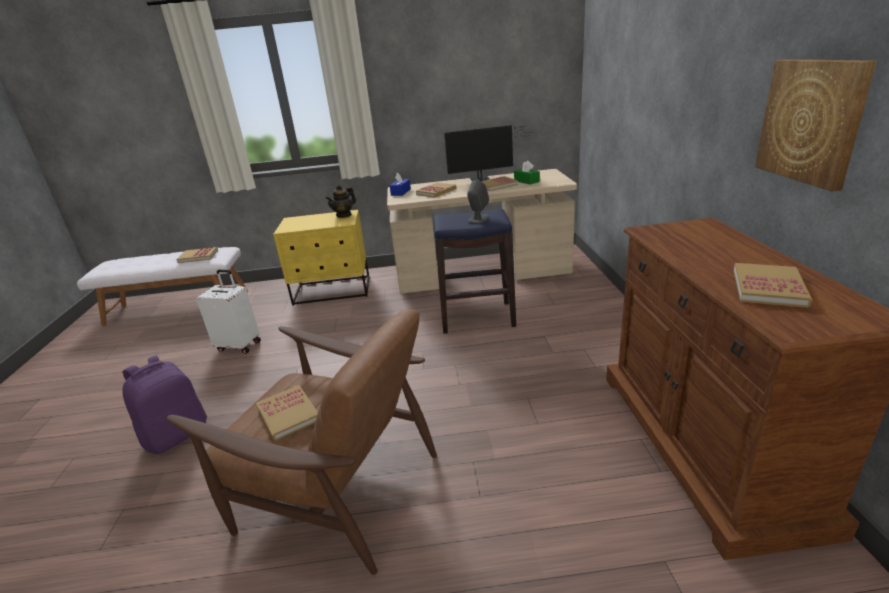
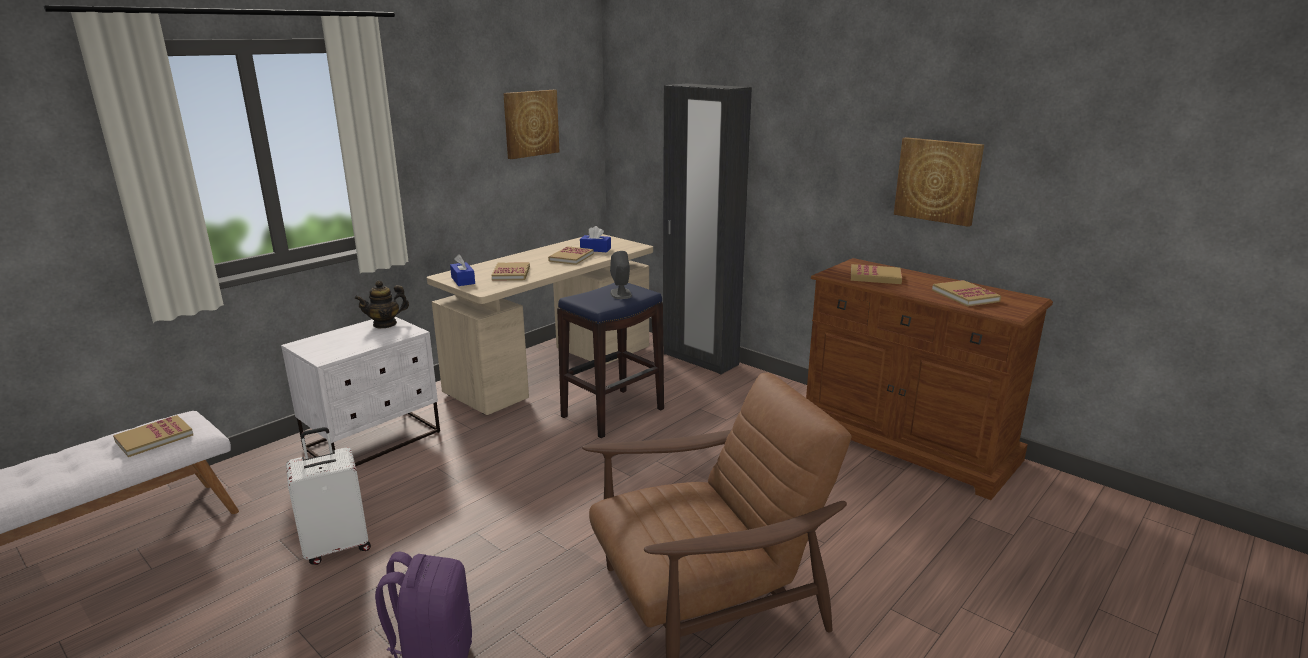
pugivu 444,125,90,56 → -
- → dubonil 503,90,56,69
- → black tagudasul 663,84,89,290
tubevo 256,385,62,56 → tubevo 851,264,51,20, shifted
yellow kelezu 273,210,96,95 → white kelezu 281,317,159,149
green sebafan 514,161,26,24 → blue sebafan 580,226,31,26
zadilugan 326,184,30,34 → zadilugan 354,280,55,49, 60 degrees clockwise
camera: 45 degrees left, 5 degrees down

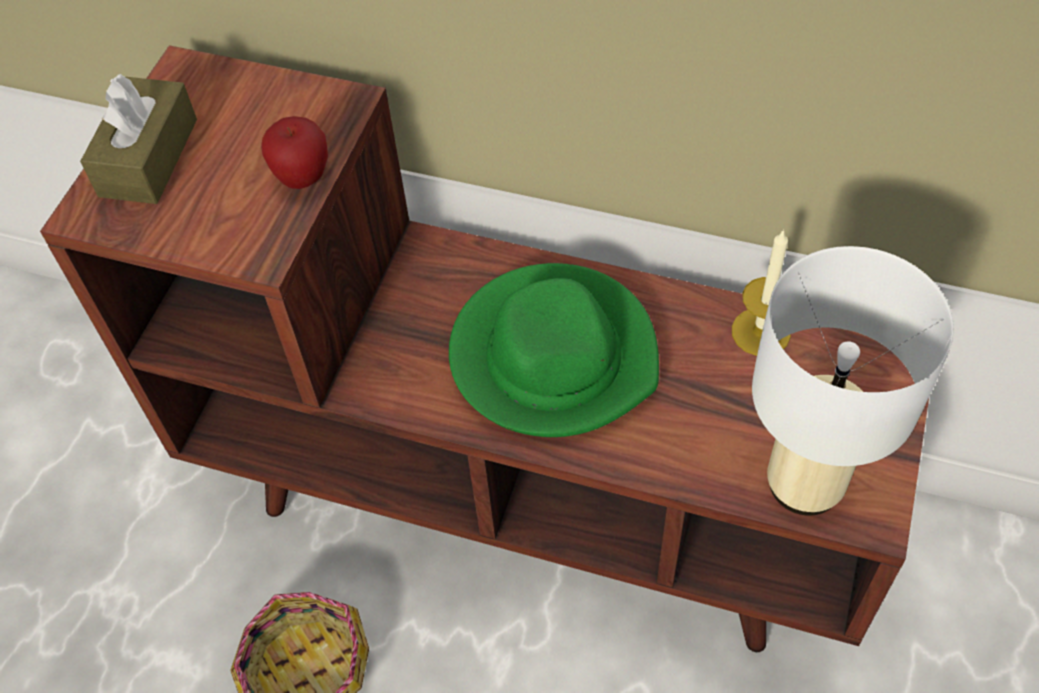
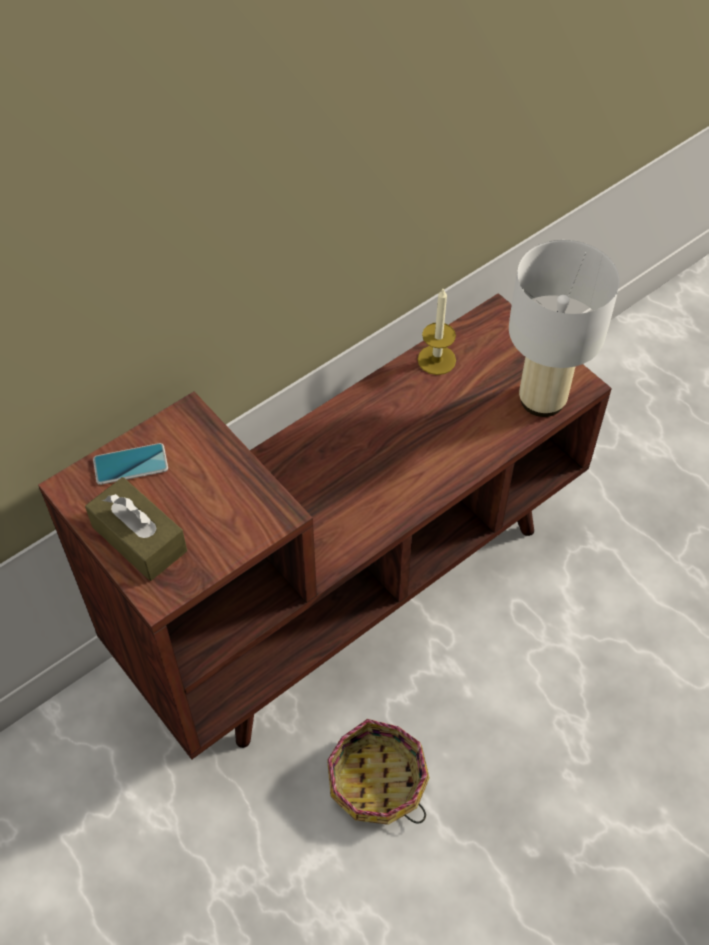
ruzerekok 261,116,67,73 → -
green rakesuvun 449,263,210,174 → -
- → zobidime 93,443,75,42
camera: 60 degrees left, 0 degrees up

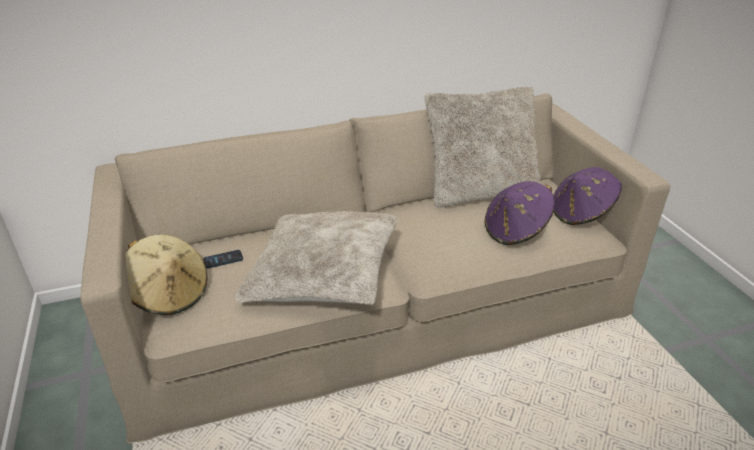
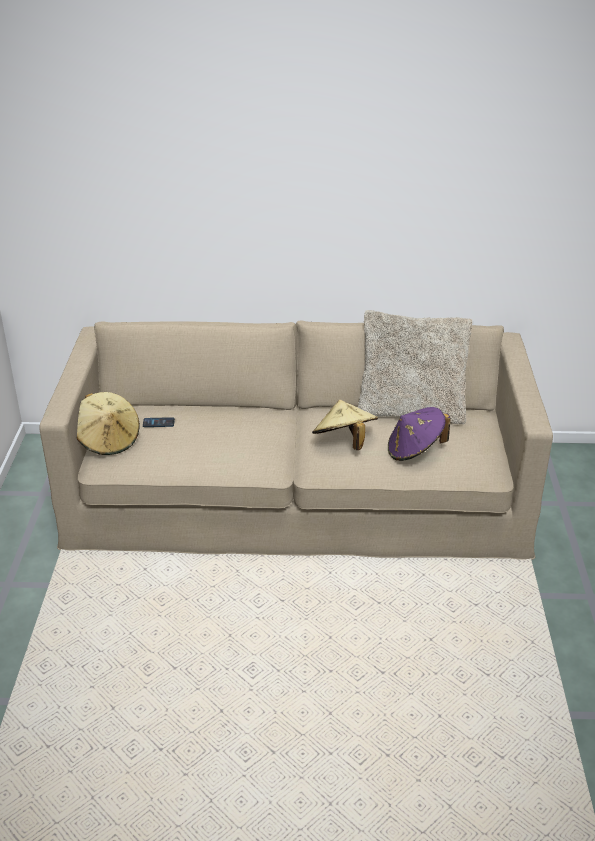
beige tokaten 235,211,164,94 → -
purple rakesuvun 553,167,69,58 → -
- → beige rakesuvun 312,400,66,50
camera: 20 degrees right, 0 degrees up

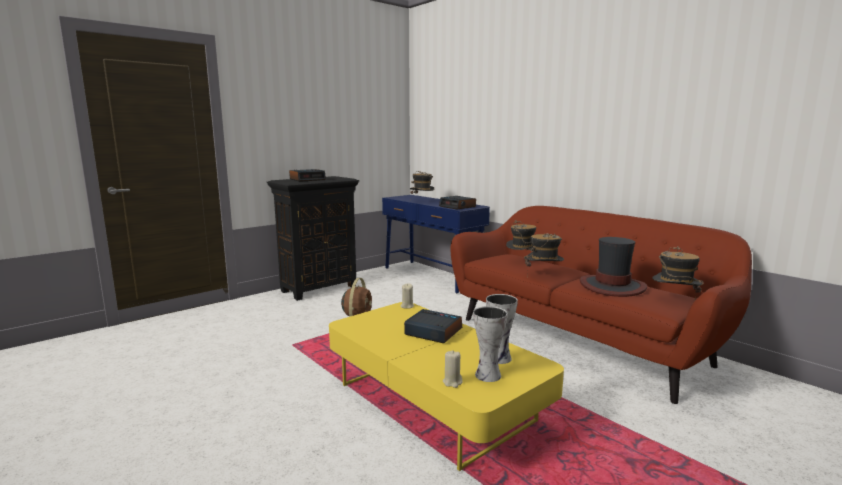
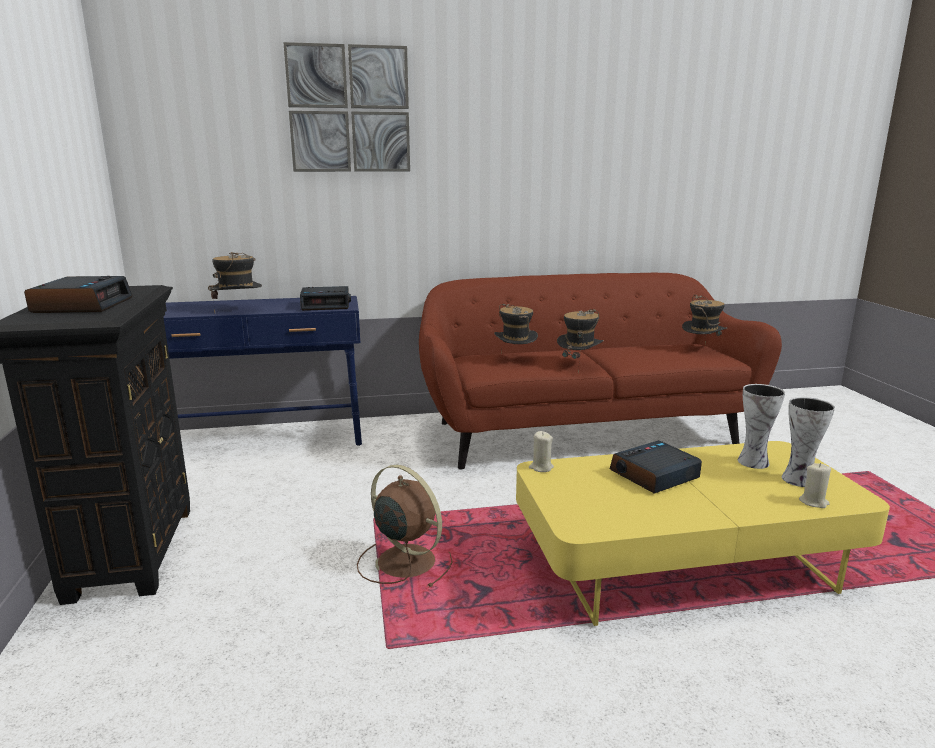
rakesuvun 580,237,67,60 → -
- → dubonil 283,42,127,130
camera: 60 degrees left, 5 degrees up

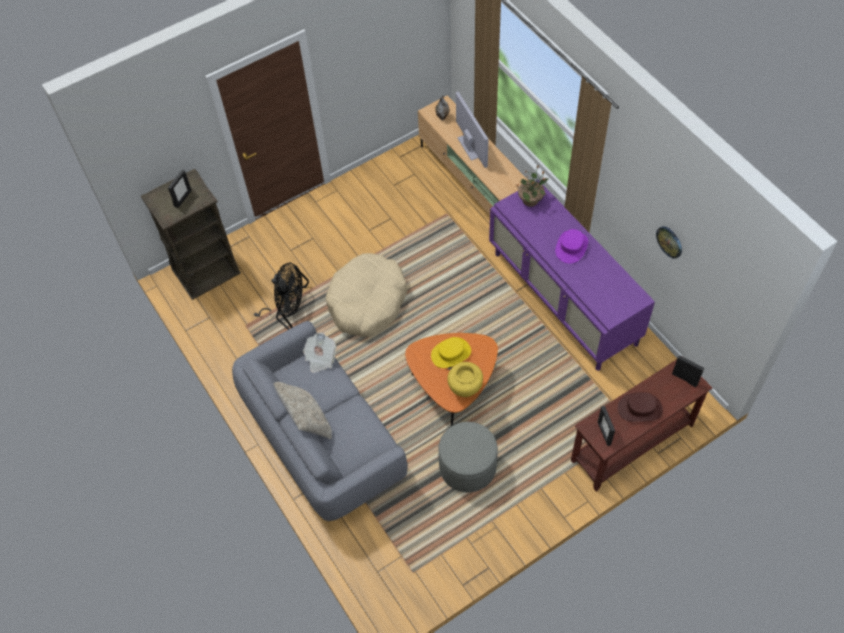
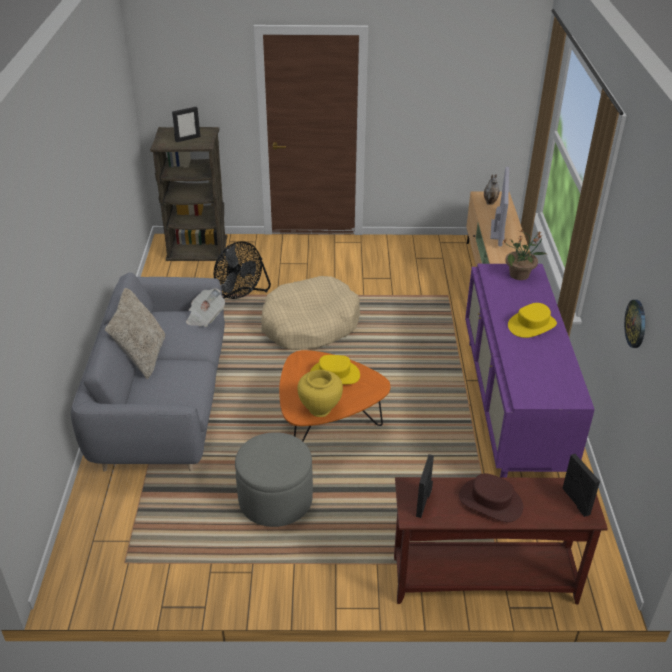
purple rakesuvun 555,229,33,35 → yellow rakesuvun 508,303,49,35
camera: 30 degrees right, 20 degrees down

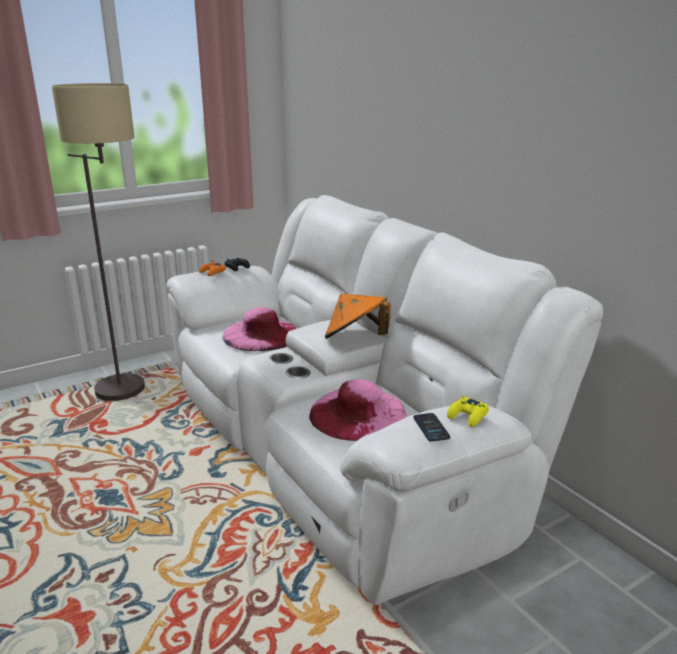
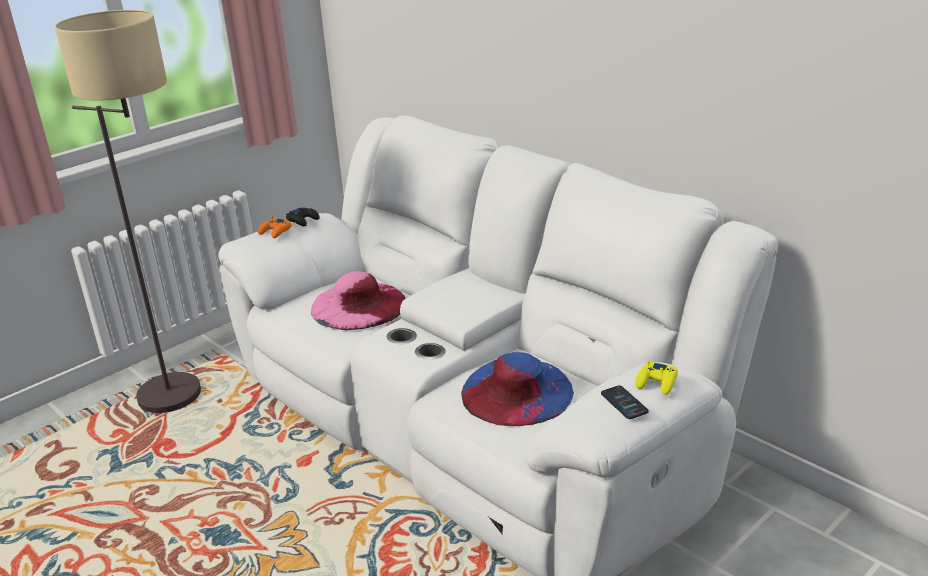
orange rakesuvun 325,293,66,46 → -
pink rakesuvun 309,379,98,62 → blue rakesuvun 462,352,112,74
camera: 10 degrees left, 5 degrees up

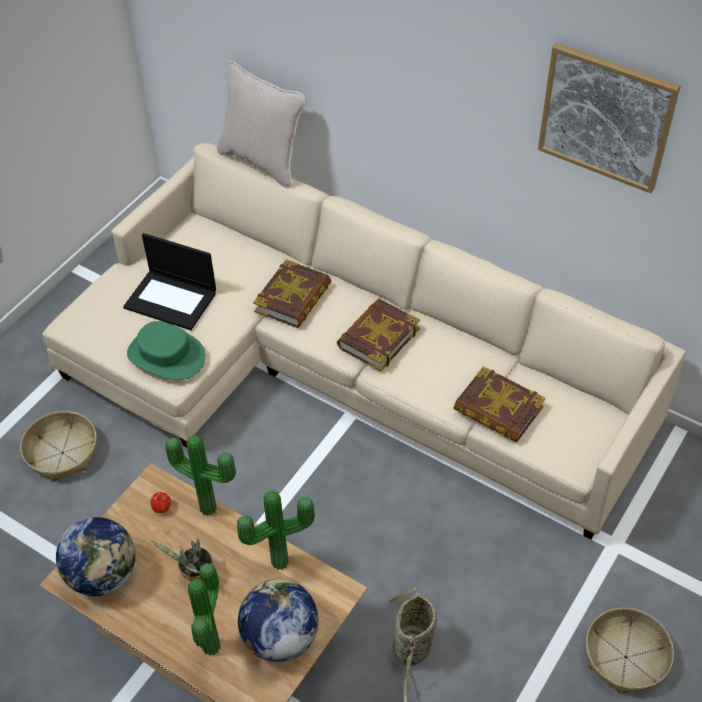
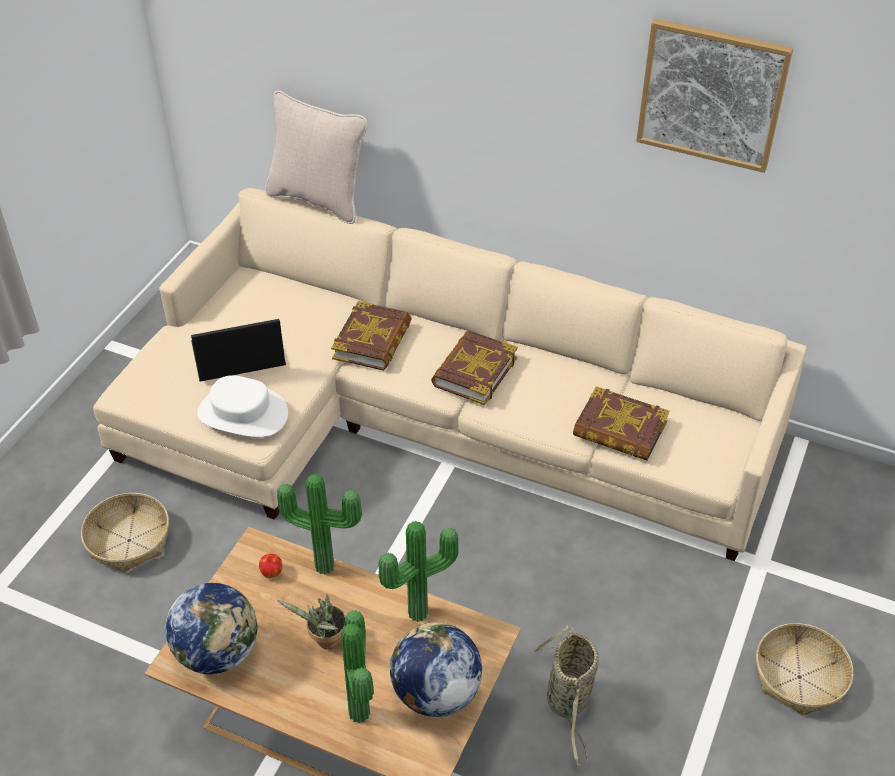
green rakesuvun 127,321,79,59 → white rakesuvun 197,375,91,62
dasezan 123,233,93,97 → dasezan 191,319,95,63, 150 degrees clockwise
camera: 10 degrees left, 5 degrees down

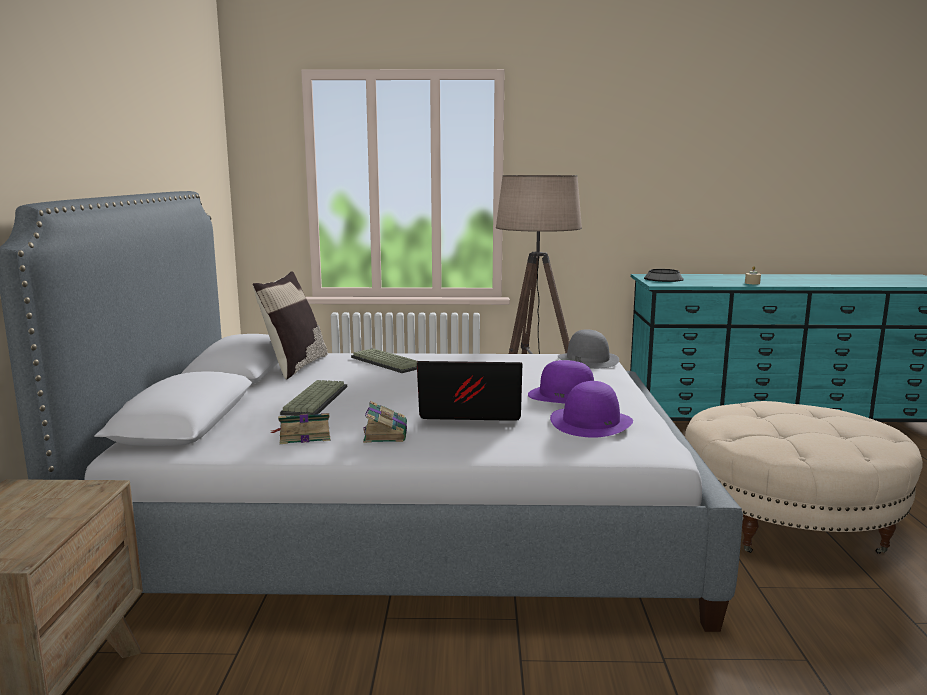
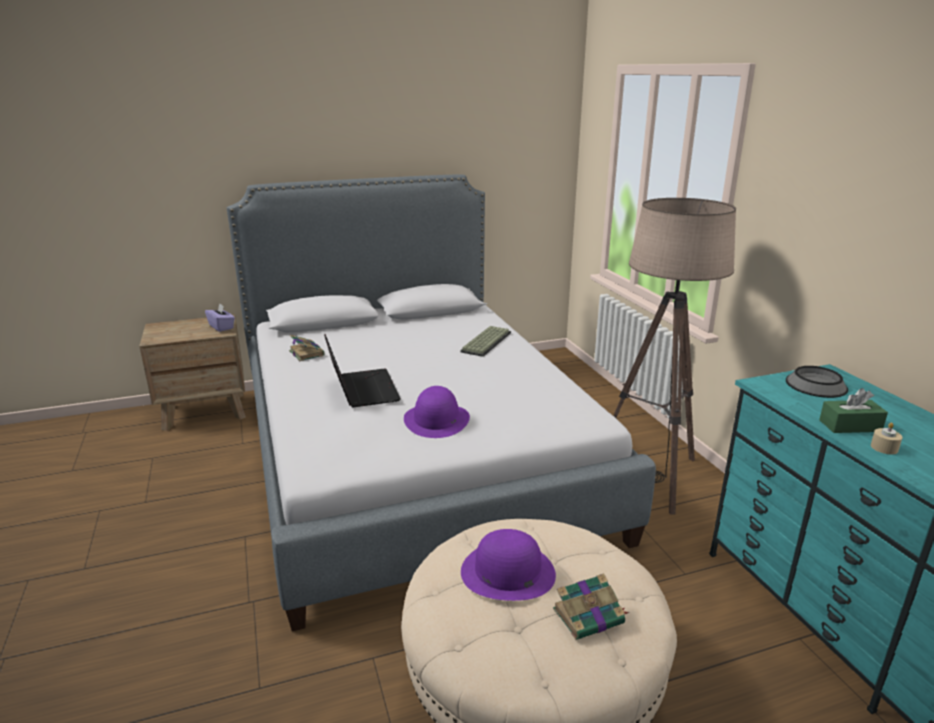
tokaten 252,271,76,109 → -
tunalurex 280,380,67,36 → -
grey rakesuvun 557,329,62,40 → -
- → purple sebafan 205,303,30,29
- → green sebafan 819,388,69,45
tubevo 363,401,44,42 → tubevo 553,573,76,67, shifted
purple rakesuvun 550,381,83,57 → purple rakesuvun 461,529,95,72, shifted
camera: 70 degrees right, 10 degrees up

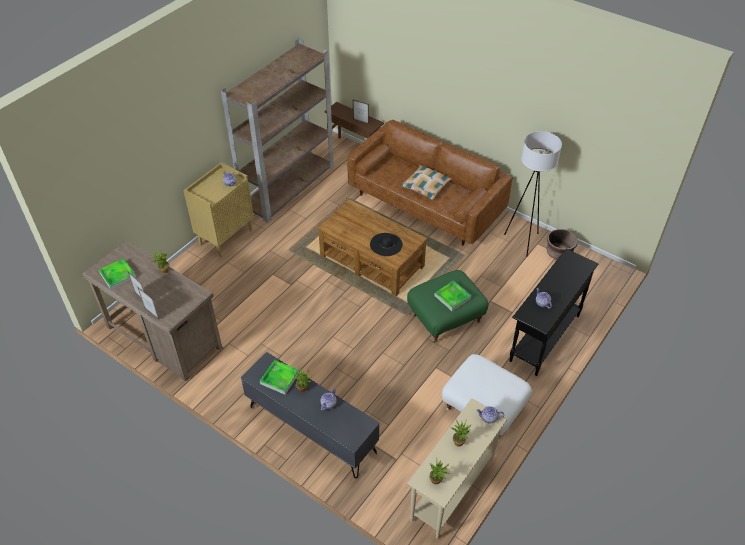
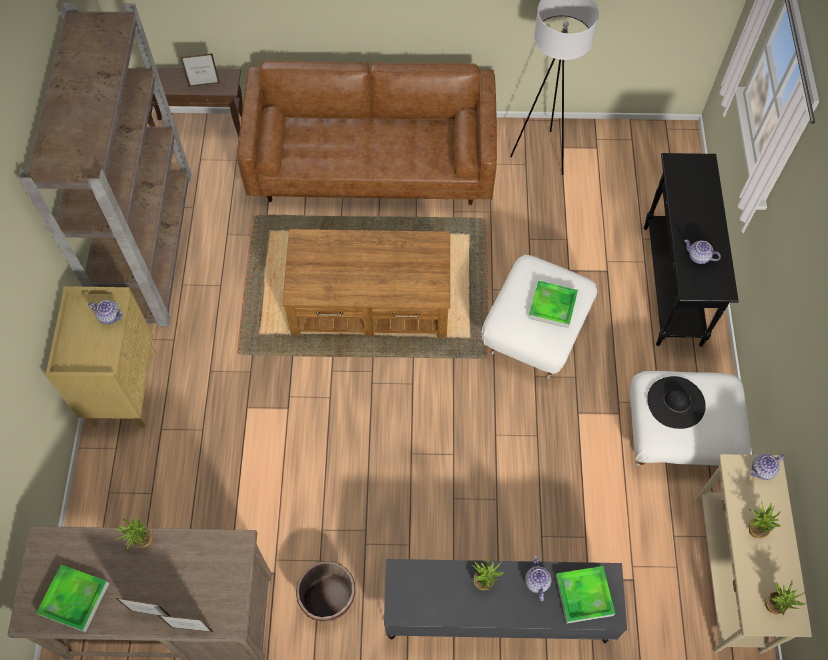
tokaten 400,165,52,35 → -
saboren 260,360,39,35 → saboren 556,566,59,58, shifted
black rakesuvun 370,233,33,23 → black rakesuvun 647,376,59,53, shifted
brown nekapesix 546,229,32,31 → brown nekapesix 296,561,59,61, shifted
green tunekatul 407,270,82,73 → white tunekatul 482,255,115,123
camera: 35 degrees left, 15 degrees up

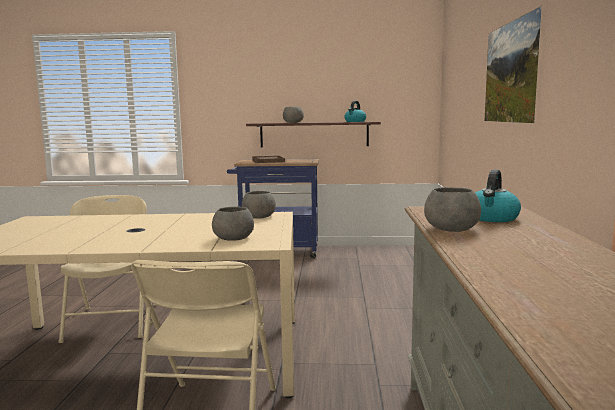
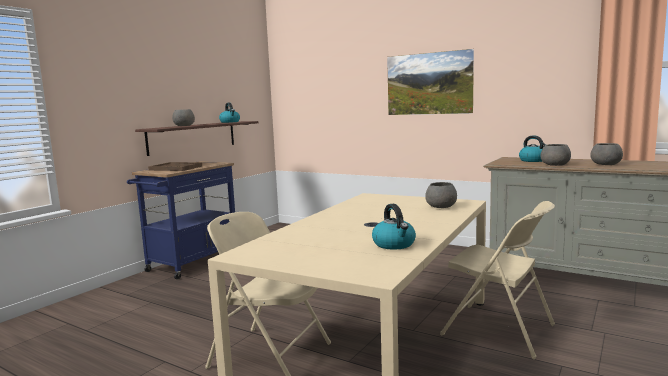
- → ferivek 372,204,44,46
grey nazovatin 242,191,34,28 → grey nazovatin 591,143,32,22, shifted
camera: 60 degrees left, 0 degrees up

